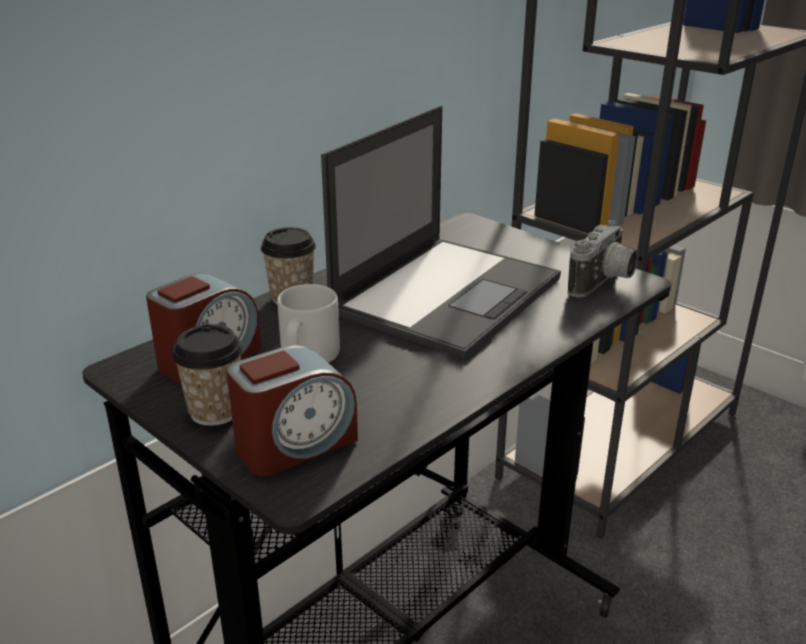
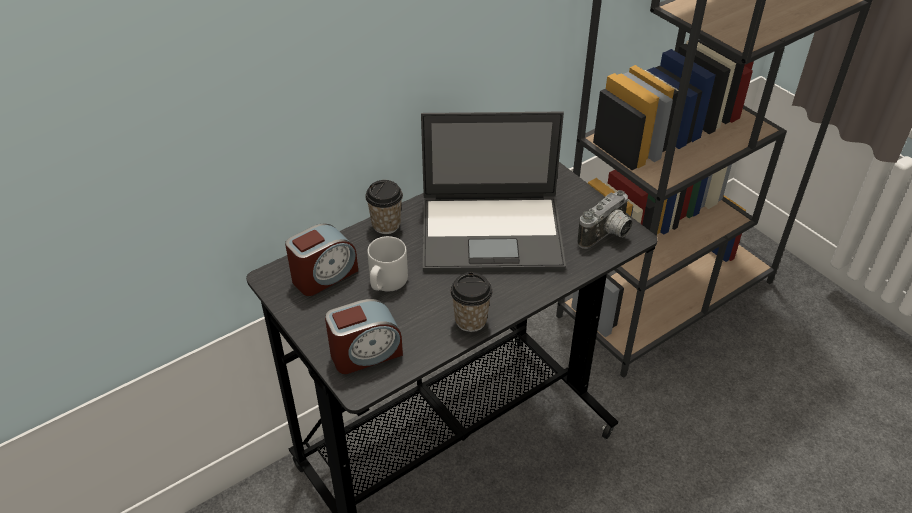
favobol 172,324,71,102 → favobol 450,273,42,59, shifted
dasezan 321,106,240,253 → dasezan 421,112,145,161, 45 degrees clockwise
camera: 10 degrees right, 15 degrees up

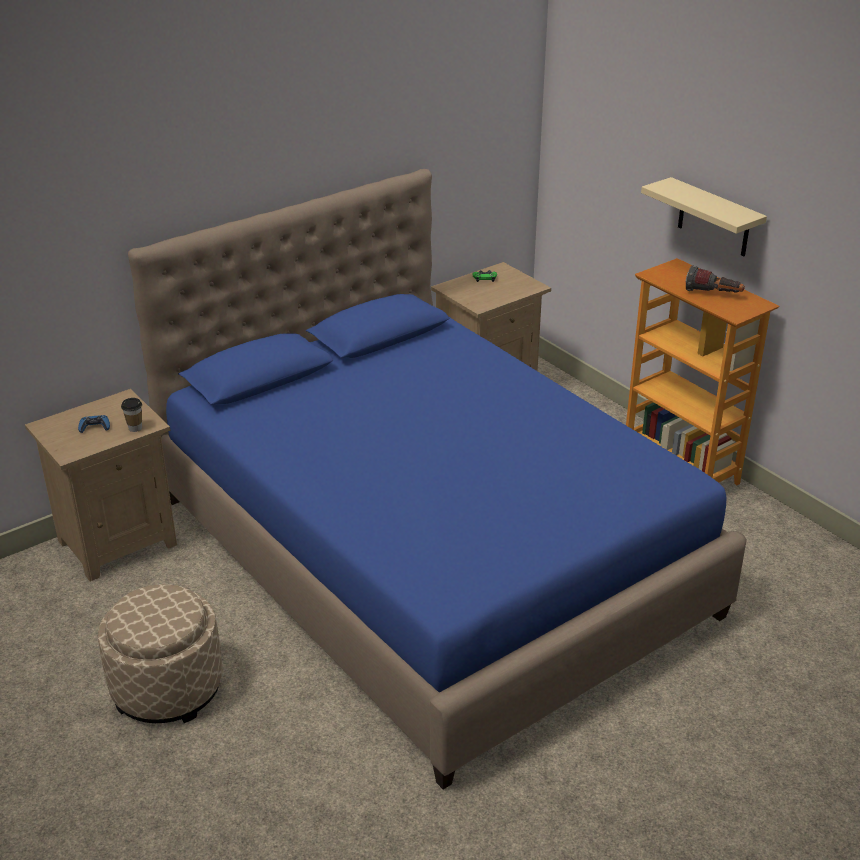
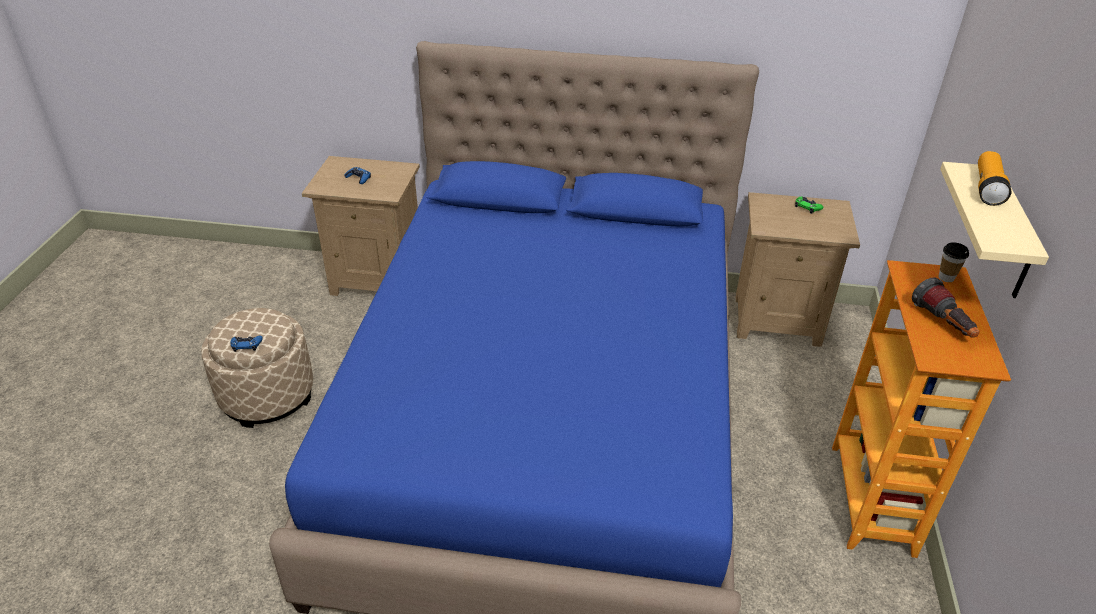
- → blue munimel 230,335,33,17
- → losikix 978,151,33,55
favobol 121,398,21,34 → favobol 938,242,31,40, shifted
camera: 45 degrees right, 5 degrees up

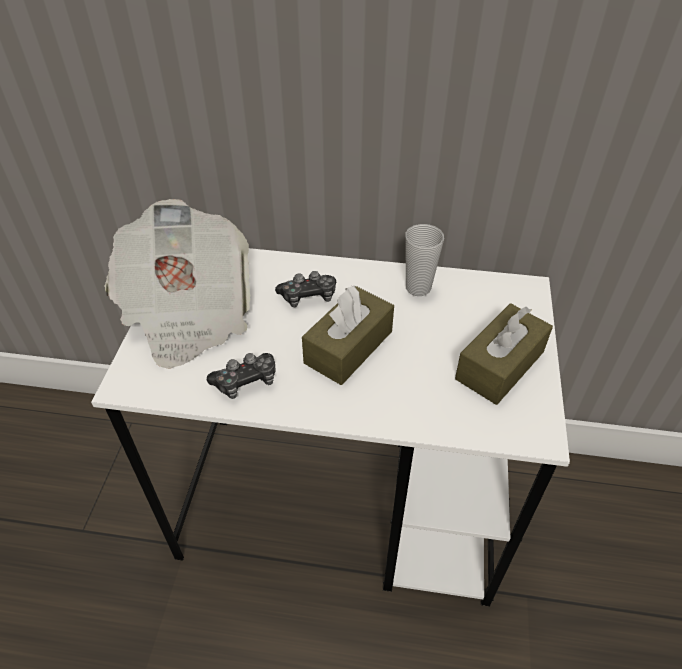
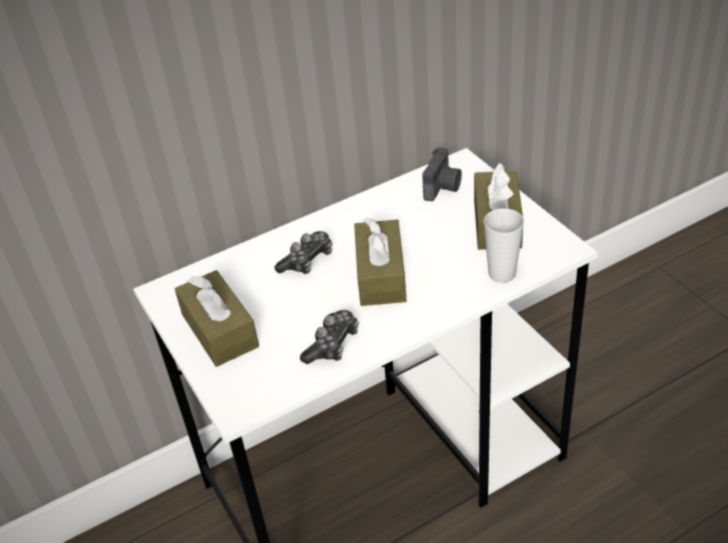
- → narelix 422,147,40,54
favobol 405,224,39,72 → favobol 484,208,40,75, shifted
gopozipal 104,199,146,170 → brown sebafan 175,270,84,97
camera: 35 degrees left, 5 degrees down

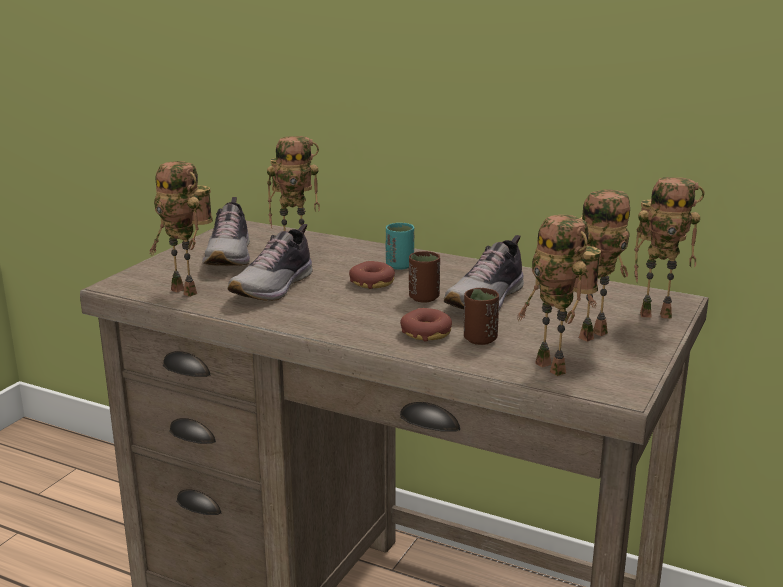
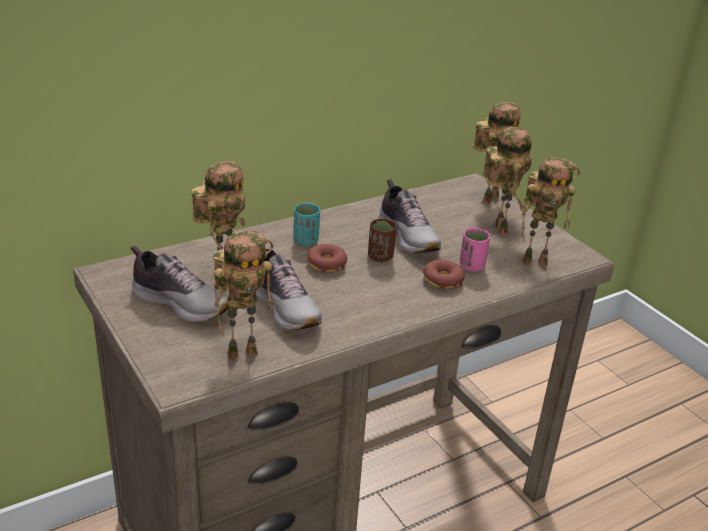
brown favobol 464,288,35,57 → pink favobol 460,228,30,44
camera: 60 degrees left, 10 degrees up

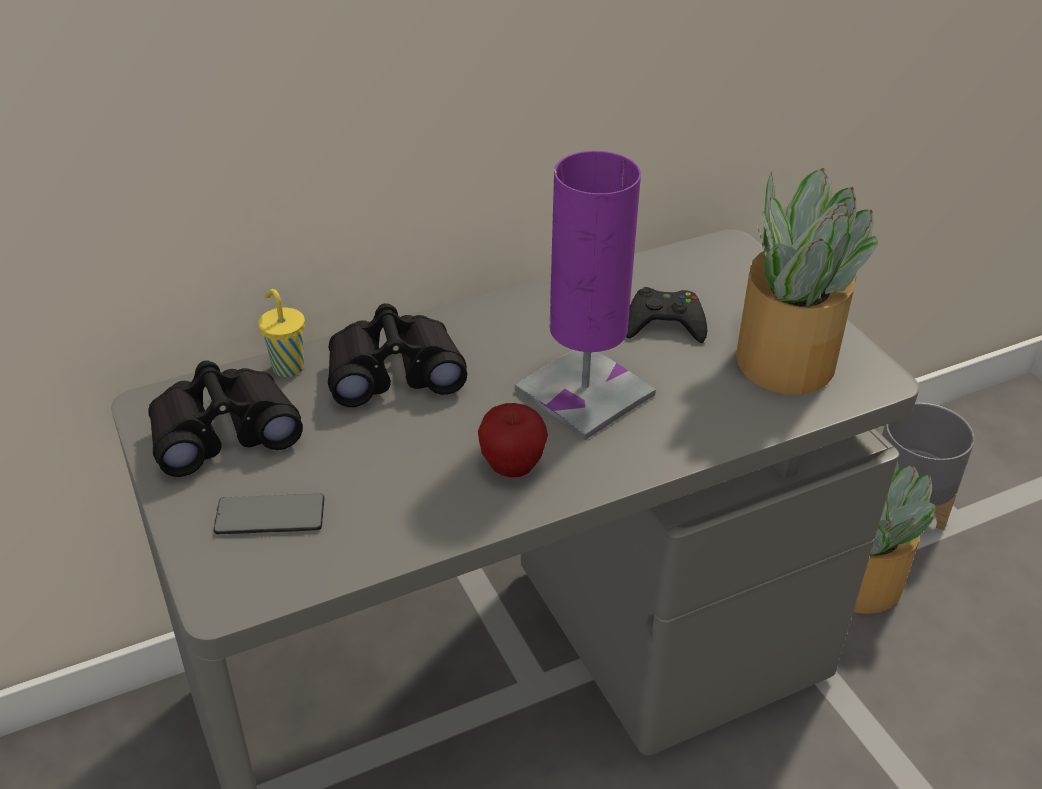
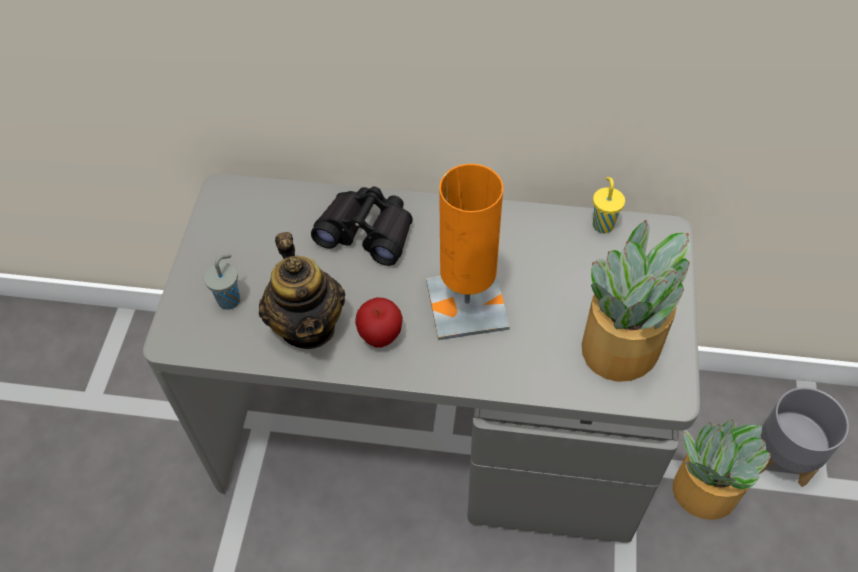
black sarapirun 148,360,155,117 → -
black munimel 626,287,81,56 → -
- → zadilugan 259,232,86,117
yellow favobol 258,289,47,88 → yellow favobol 593,177,32,56, shifted
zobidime 214,494,110,40 → grey favobol 204,254,36,56
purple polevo 515,151,141,289 → orange polevo 426,164,84,176
camera: 35 degrees right, 15 degrees up

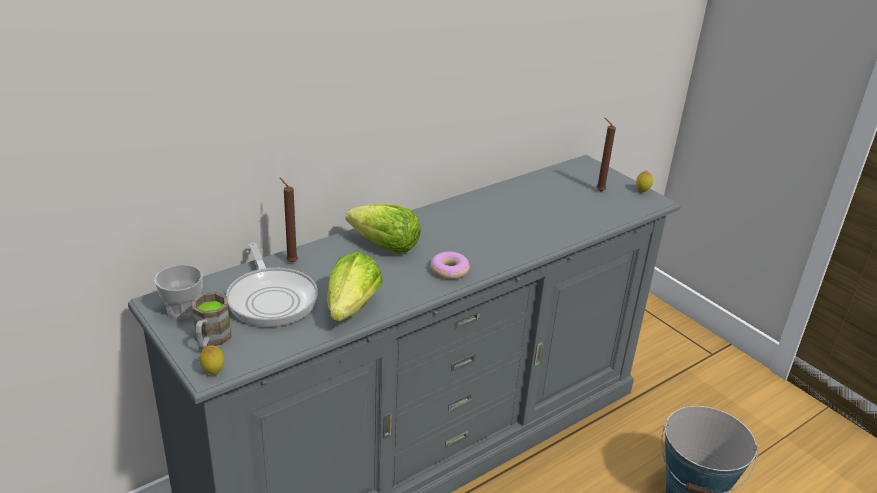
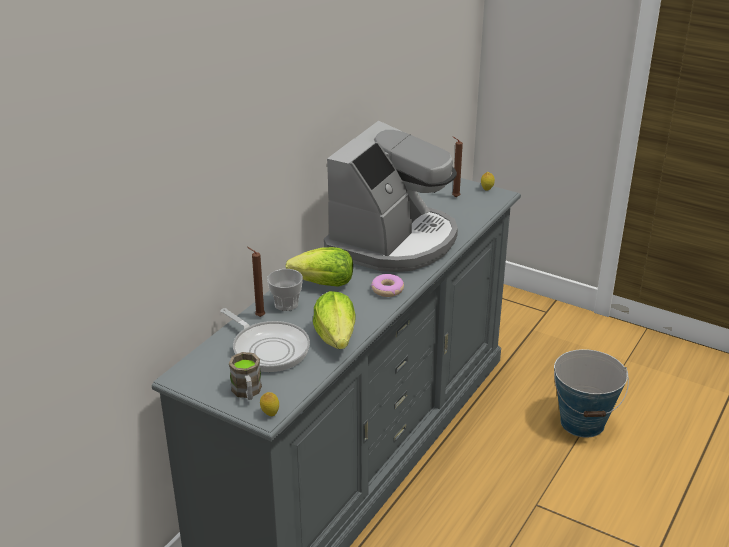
- → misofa 324,121,134,151
favobol 154,265,49,55 → favobol 267,269,36,42, shifted
camera: 20 degrees left, 0 degrees up

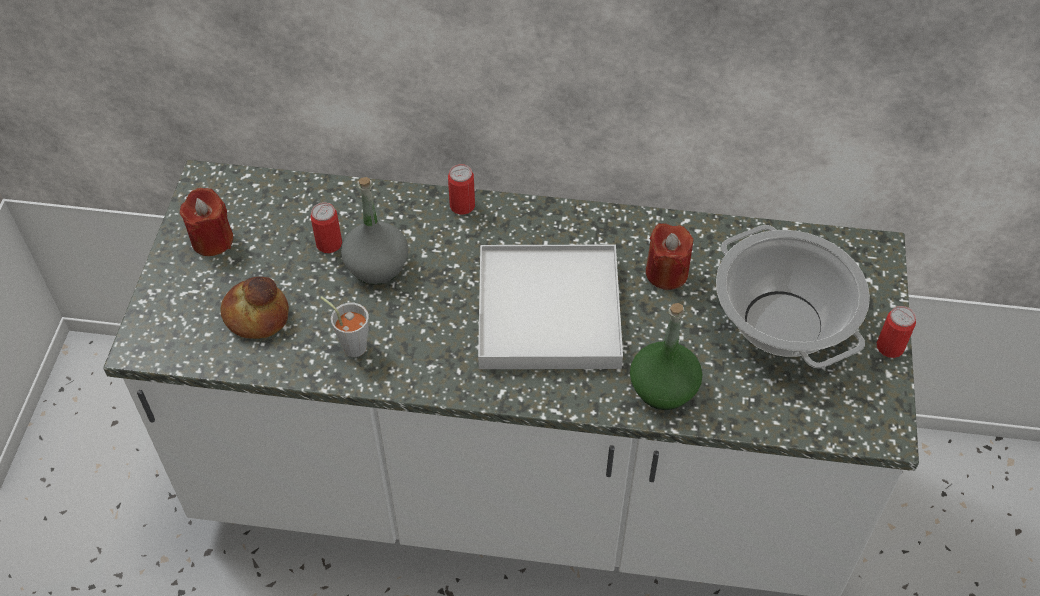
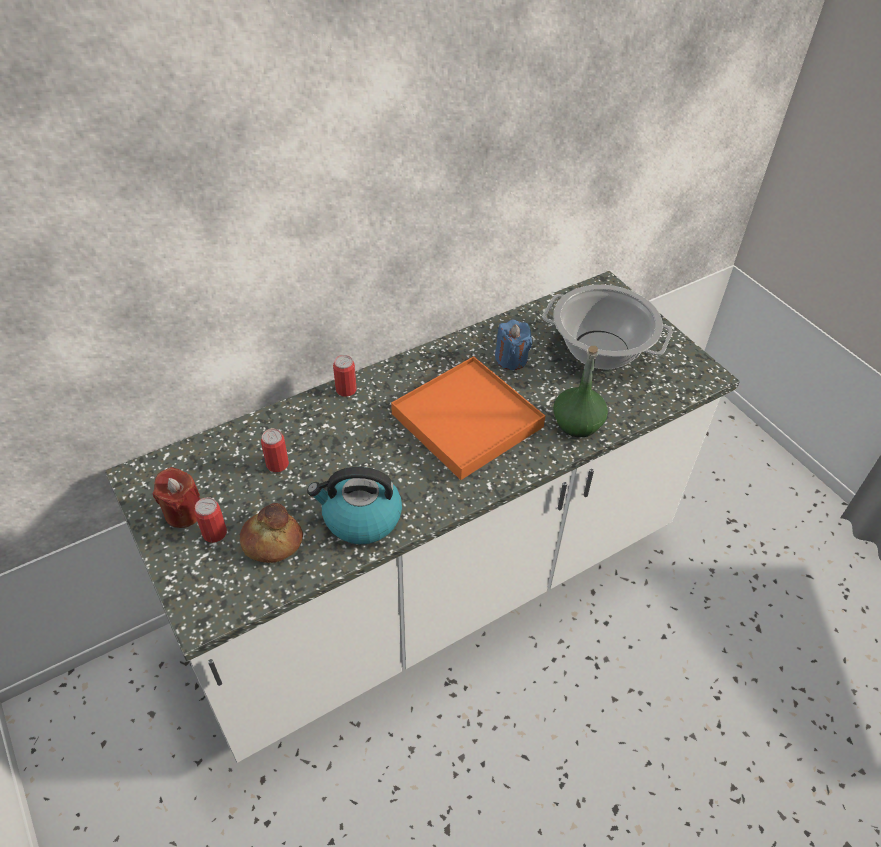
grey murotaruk 341,177,68,108 → -
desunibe 877,306,39,52 → desunibe 195,497,32,46, shifted
grey favobol 320,296,49,61 → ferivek 307,467,95,77
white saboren 478,244,145,125 → orange saboren 391,356,154,124
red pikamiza 646,223,48,67 → blue pikamiza 495,319,37,51
camera: 40 degrees left, 5 degrees down

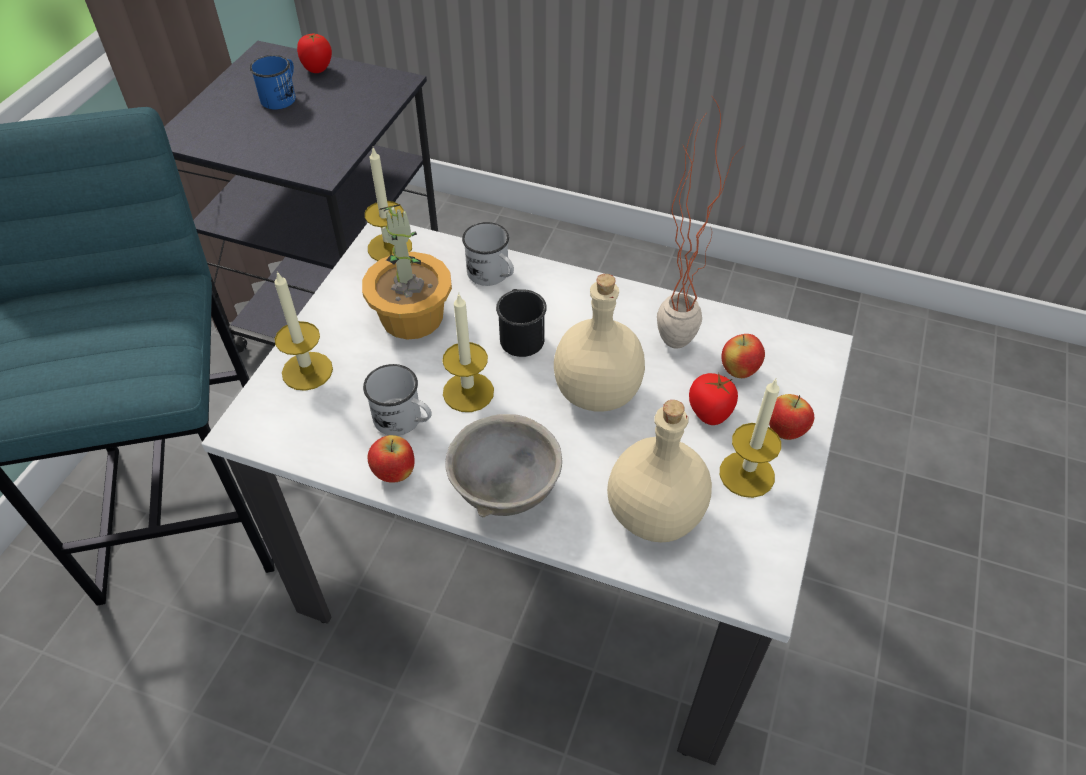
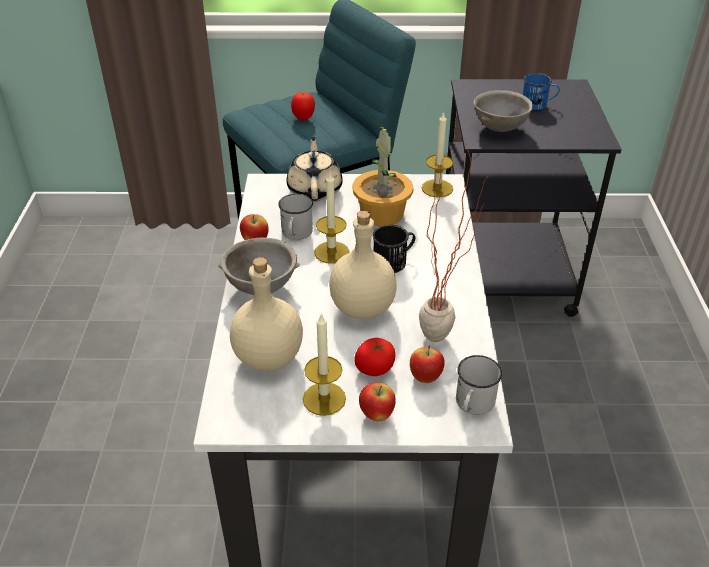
- → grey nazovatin 473,90,60,42
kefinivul 297,33,35,40 → kefinivul 291,92,24,28, shifted
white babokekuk 462,222,52,64 → white babokekuk 456,355,46,60, shifted
pikamiza 274,271,59,120 → beige zadilugan 287,137,56,64
camera: 70 degrees right, 10 degrees down

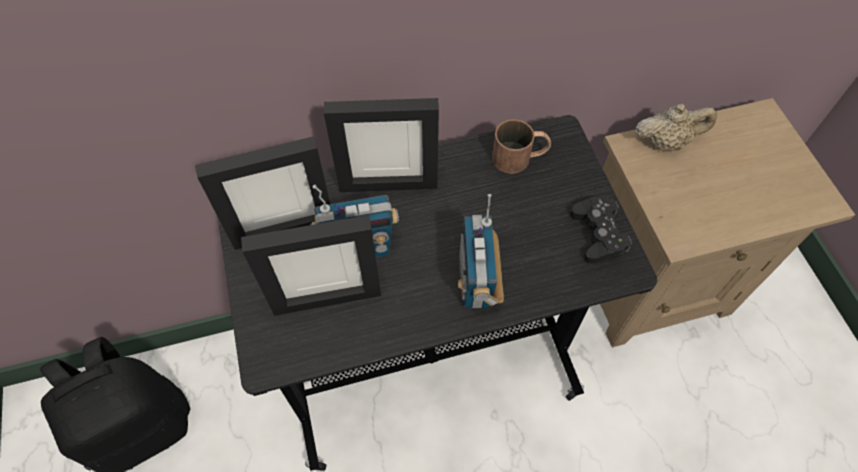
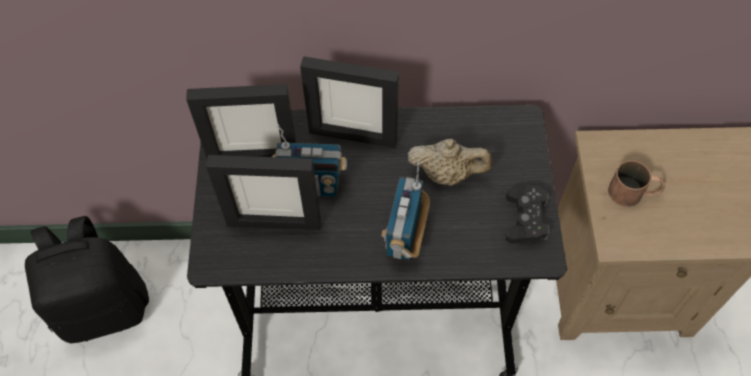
brown babokekuk 492,119,59,55 → brown babokekuk 608,160,57,47, shifted
beige zadilugan 635,104,82,47 → beige zadilugan 408,139,85,47, shifted
camera: 15 degrees right, 0 degrees up

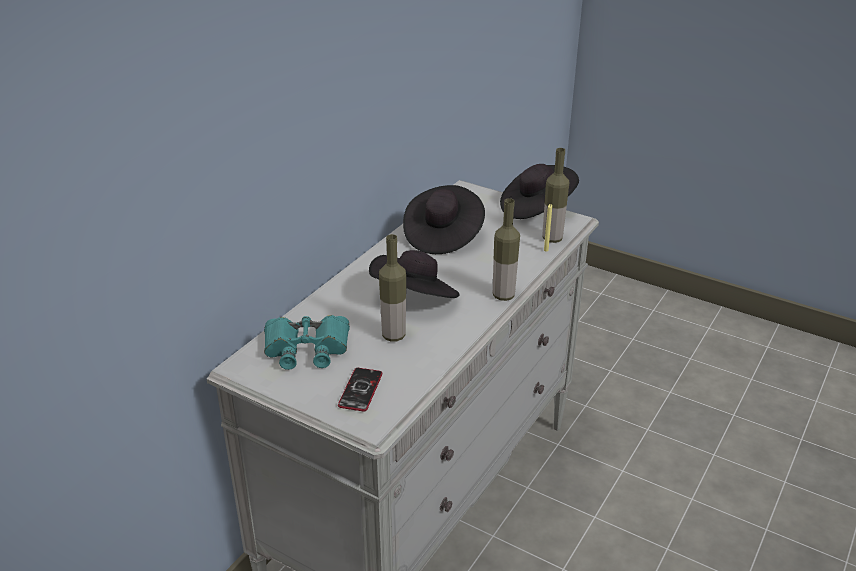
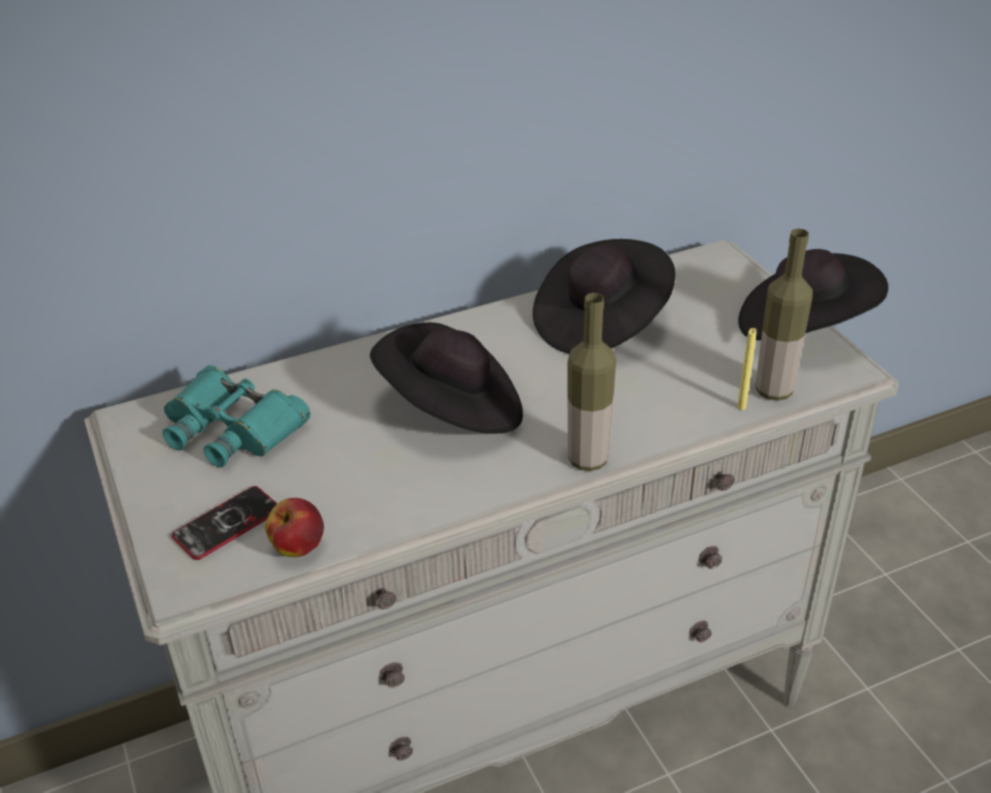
murotaruk 379,234,27,108 → -
- → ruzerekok 265,498,59,59
camera: 35 degrees right, 5 degrees up

